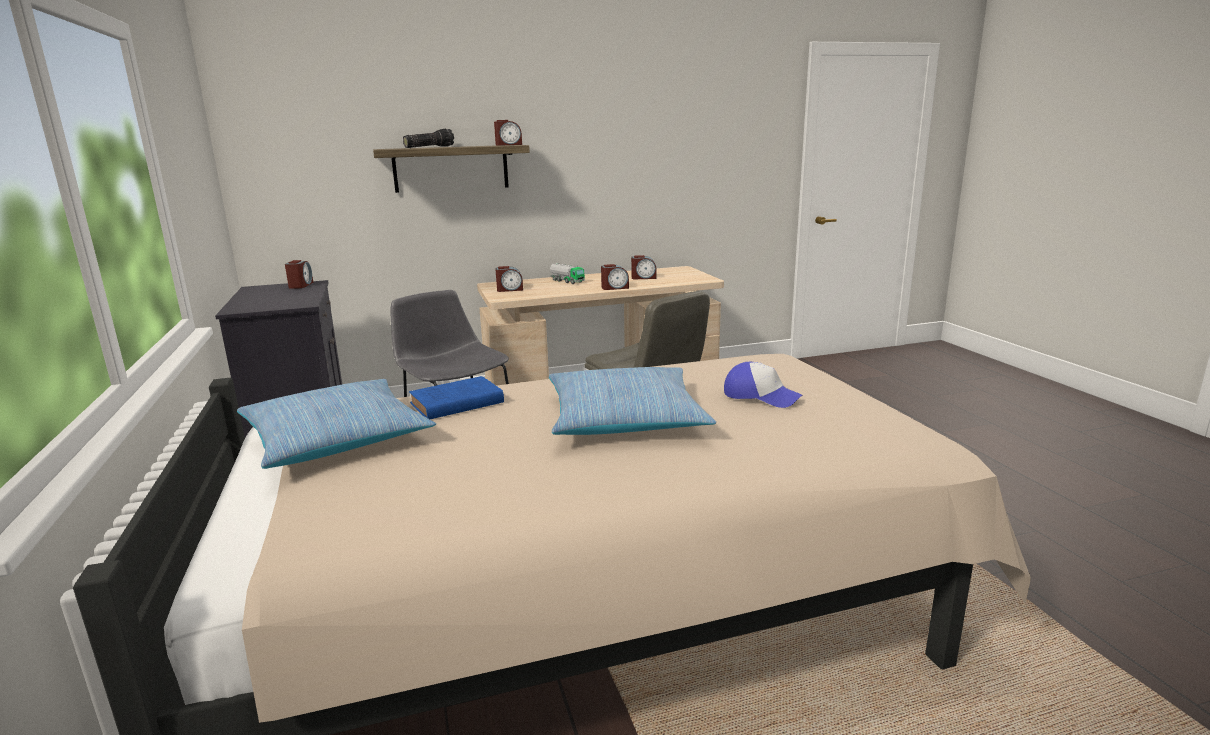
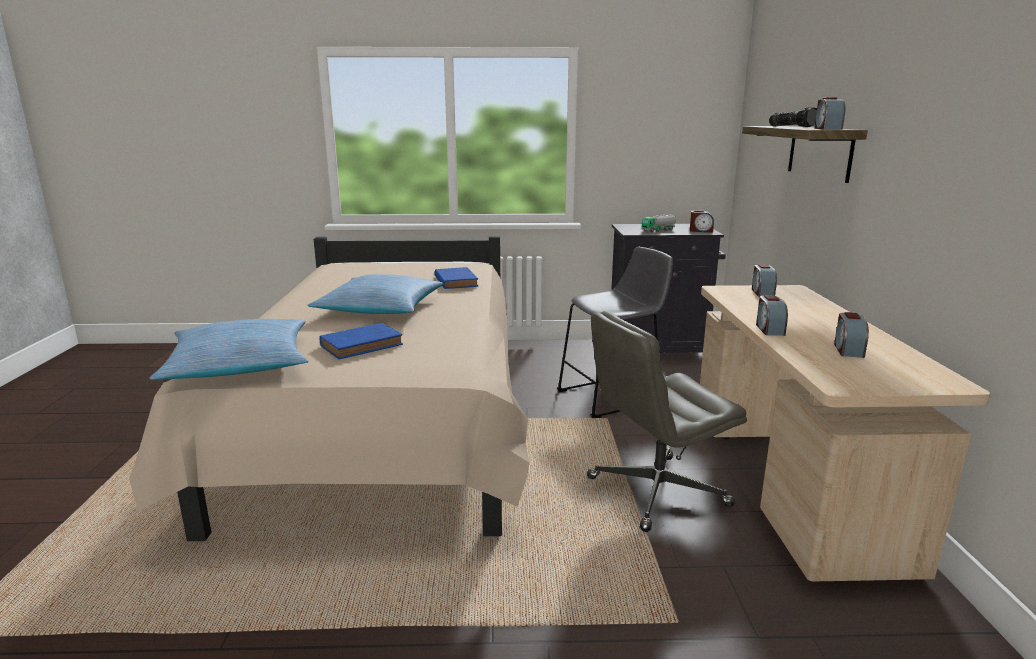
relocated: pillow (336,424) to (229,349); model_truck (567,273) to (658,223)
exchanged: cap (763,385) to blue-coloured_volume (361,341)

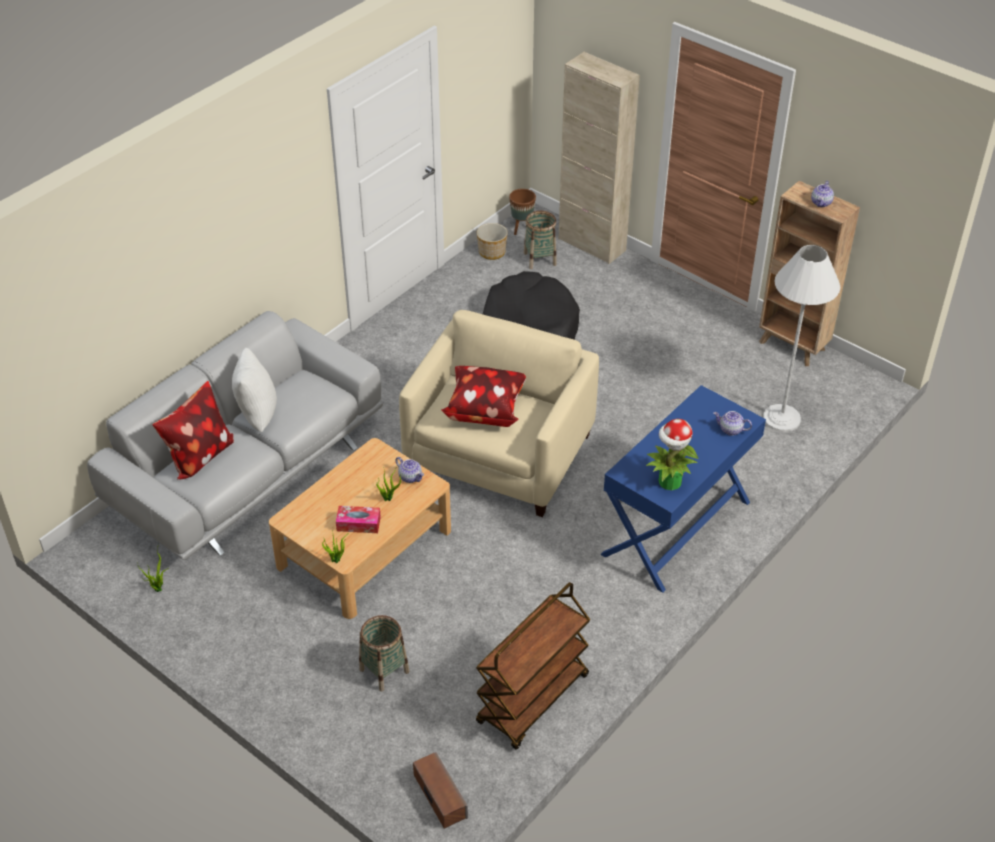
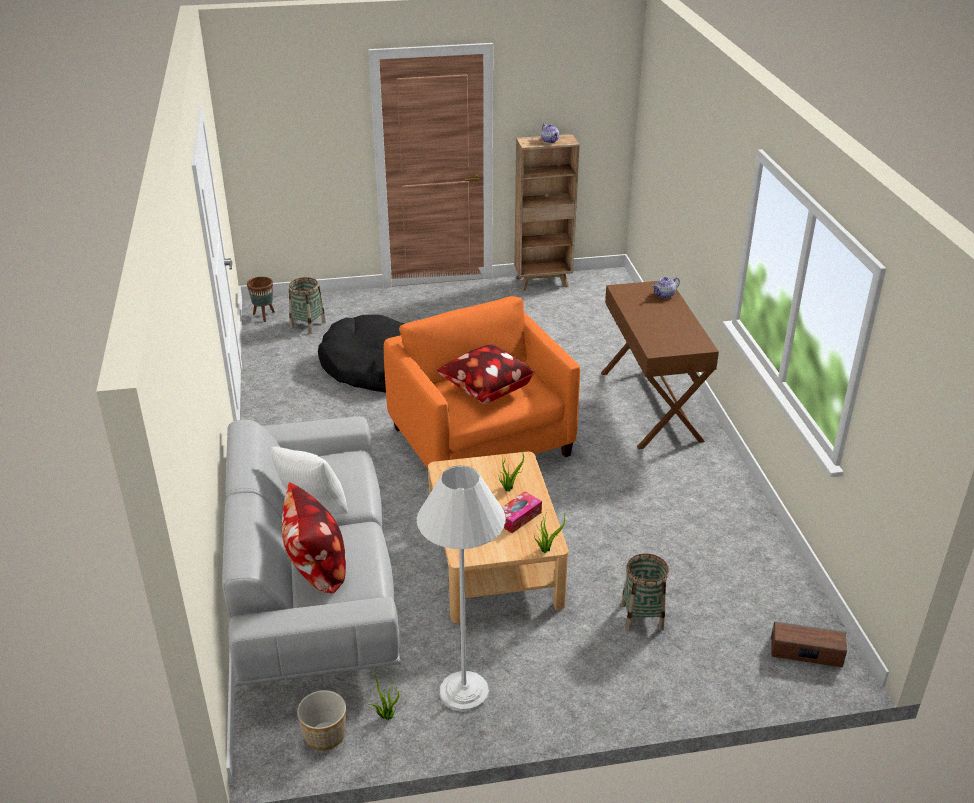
missing: teapot (409,470); brownish_wheeled_cart (533,666); sand-coloured_cupboard (599,158); plant_in_a_pot (672,454)
relocated: plant_pot (492,241) to (321,720); whitish_floor_lamp (801,338) to (461,588)
colour: sand-coloured_easy_chair (499,413) to orange-coloured_easy_chair (482,382); blue-coloured_narrow_table (683,489) to brownish_narrow_table (660,365)

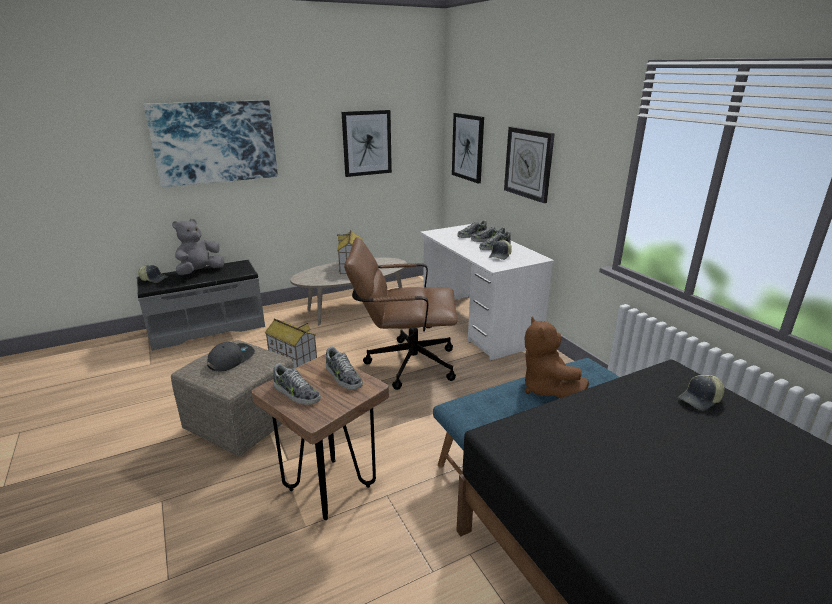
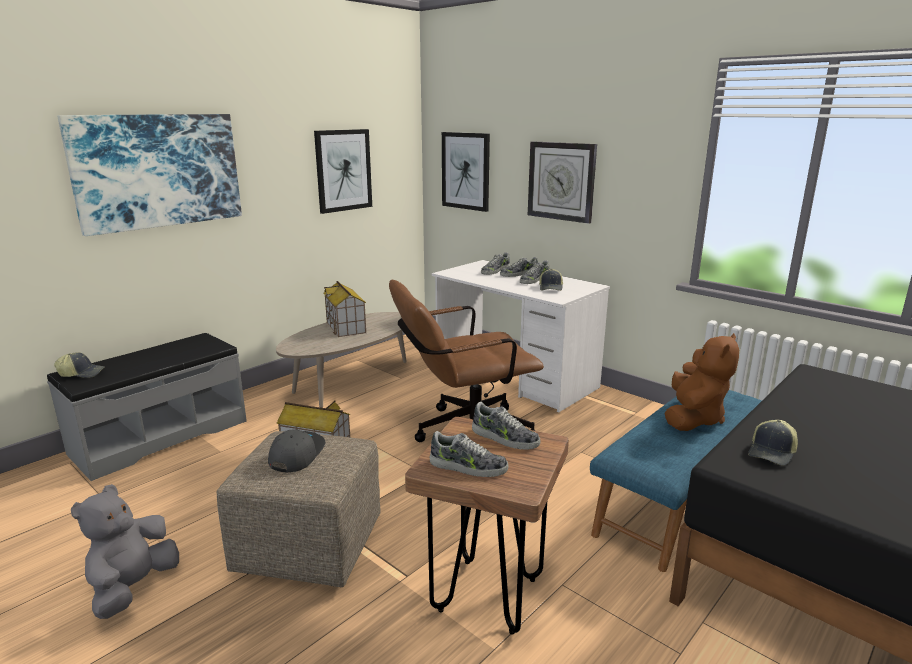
relocated: greyish_soft_toy (198,247) to (125,551); cap (701,392) to (773,443)
spun: brownish_soft_toy (557,357) = (702,382) 120 degrees counterclockwise

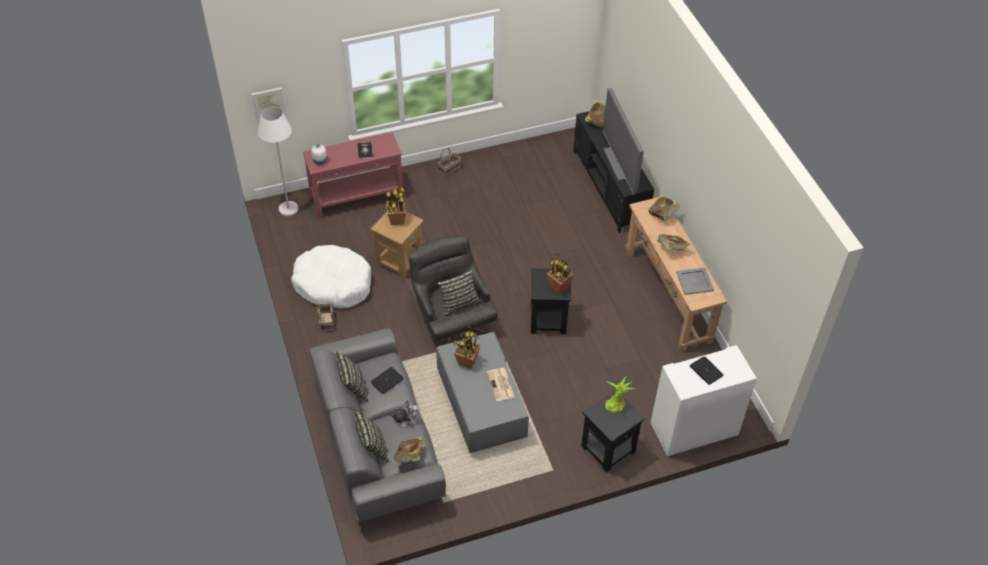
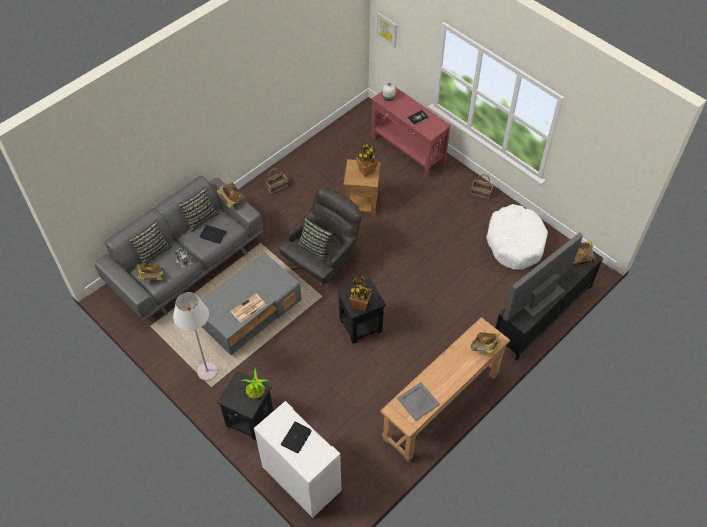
missing: plant_in_a_pot (467,347)
relocated: whitish_floor_lamp (278,161) to (195,336); whitish_pet_bed (331,276) to (517,237); volume (674,243) to (230,195)

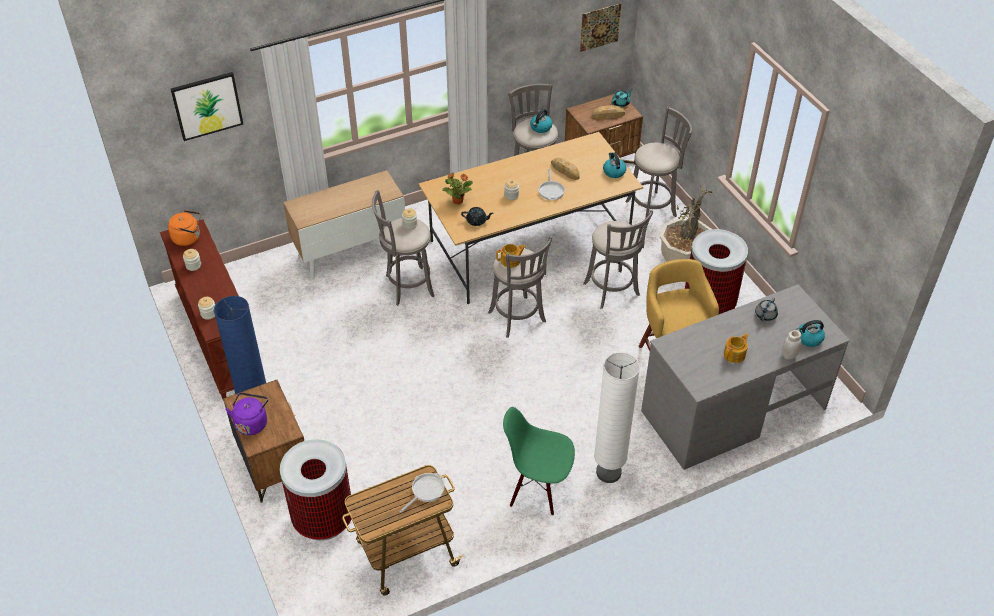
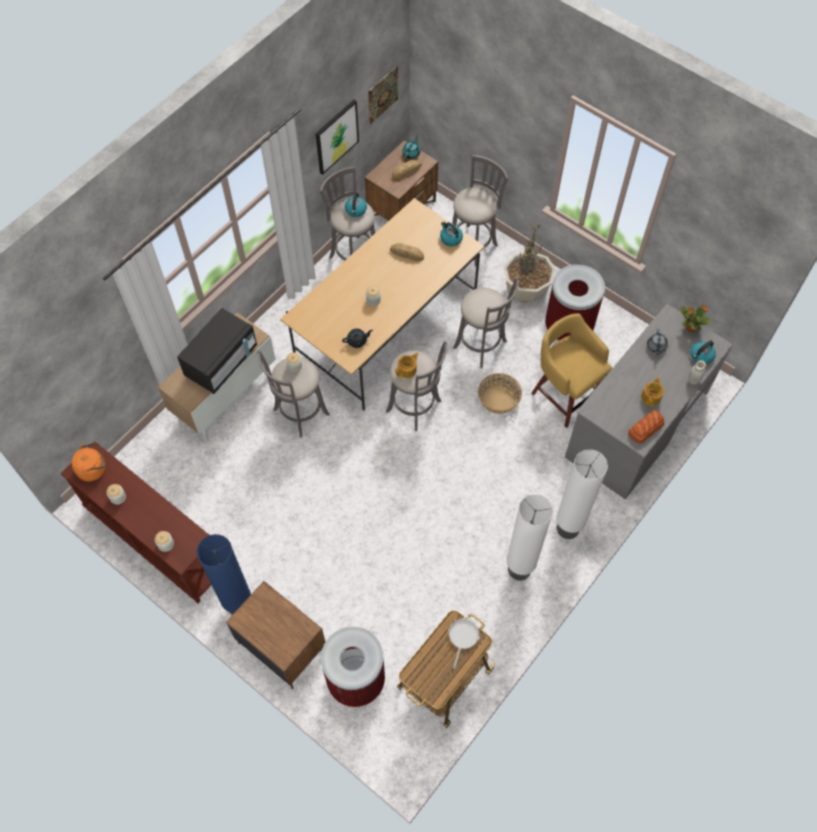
missing: purple_tea_kettle (246,414); frying_pan (552,184)
appeared: blackish_kitchen_microwave (217,351); basket (500,393); bread (646,426)
relocated: wall_art (207,106) to (337,137); plant_in_a_pot (457,188) to (696,318)
exchanged: green-coloured_plain_chair (539,461) to whitish_floor_lamp (530,537)

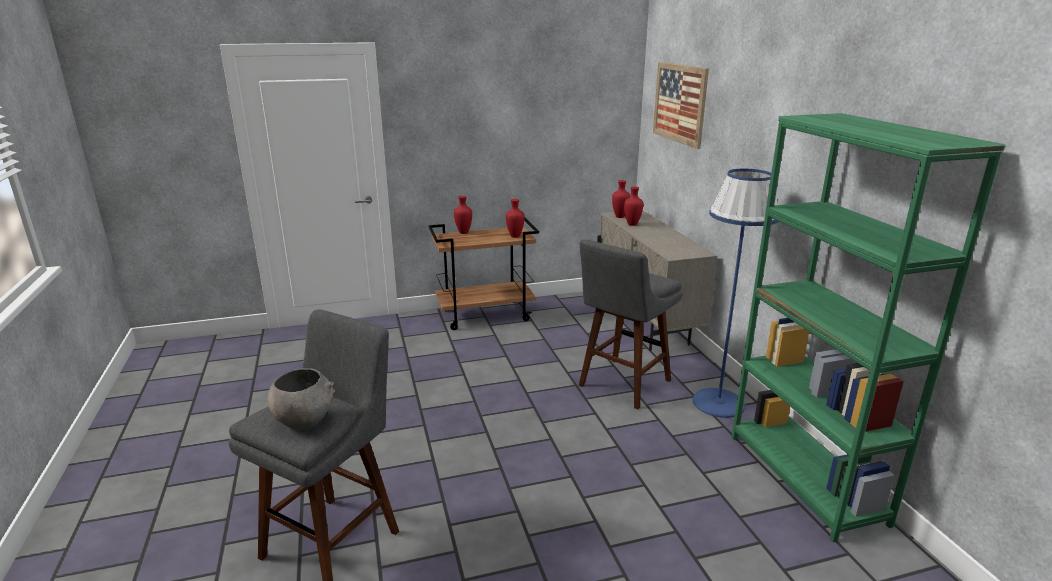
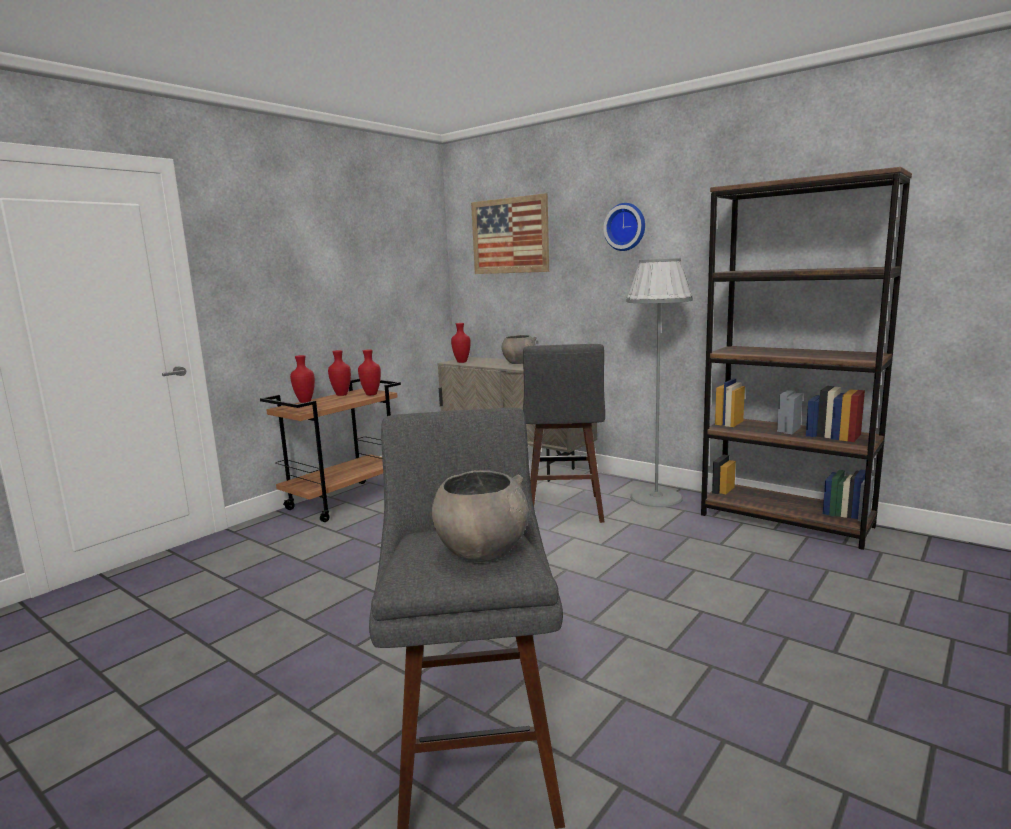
appeared: greyish_bowl (519,349); hanging_clock (624,227)
relocated: reddish_flower_vase (633,206) to (339,373)
colour: blue-coloured_floor_lamp (735,293) to greyish_floor_lamp (659,382); green-coloured_bookcase (869,327) to brownish_bookcase (806,358)

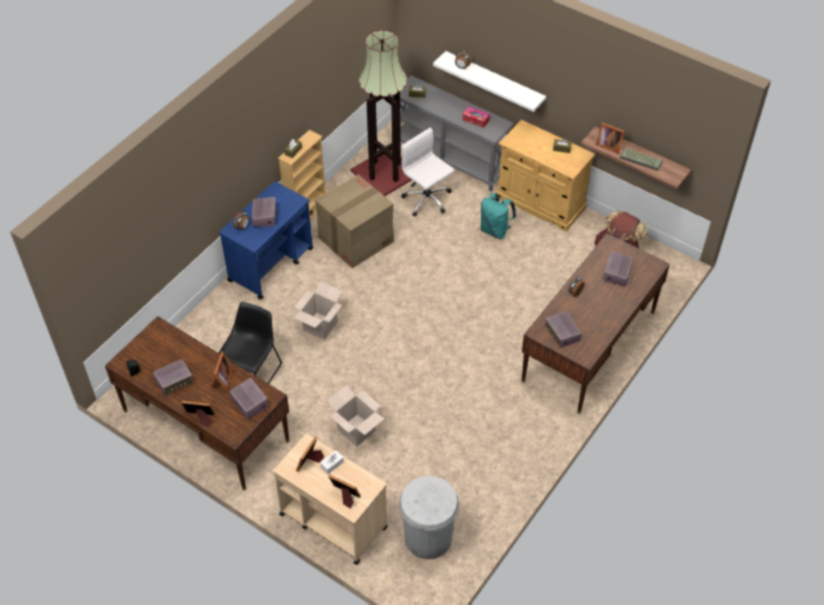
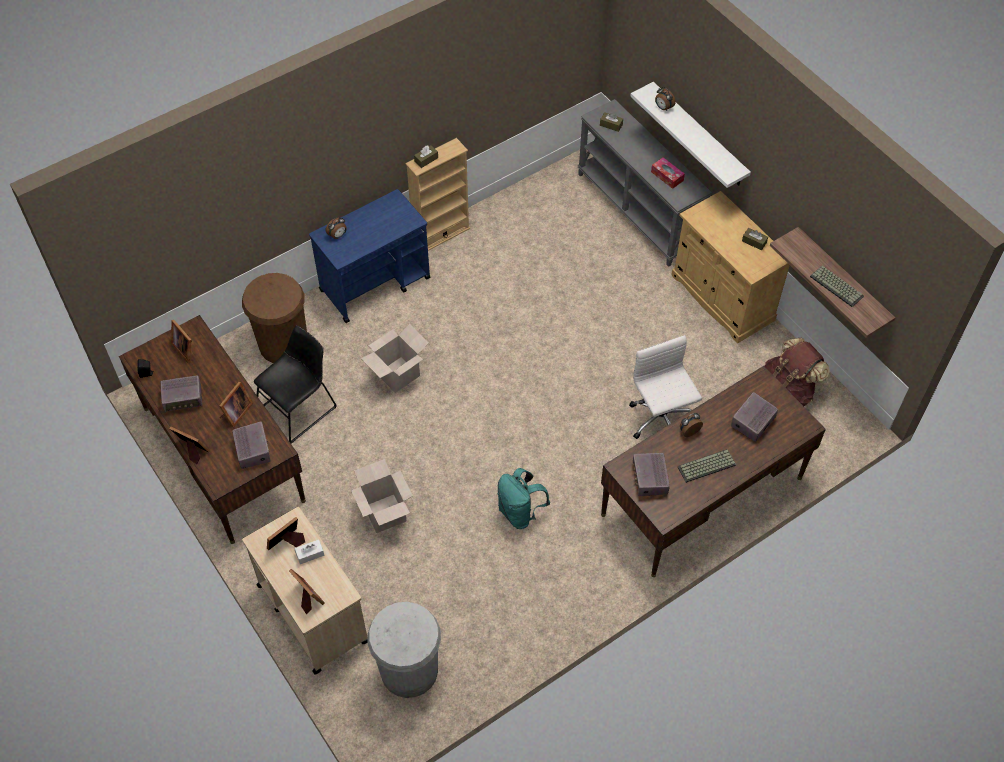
missing: radio_set (264,212); carton (354,221); floor_lamp (381,112)
appeared: brownish_waste_bin (274,318); PC_keyboard (707,466)
relocated: whitish_computer_chair (428,172) to (665,387); turquoise_backpack (498,216) to (524,498); picture_frame (610,138) to (181,341)

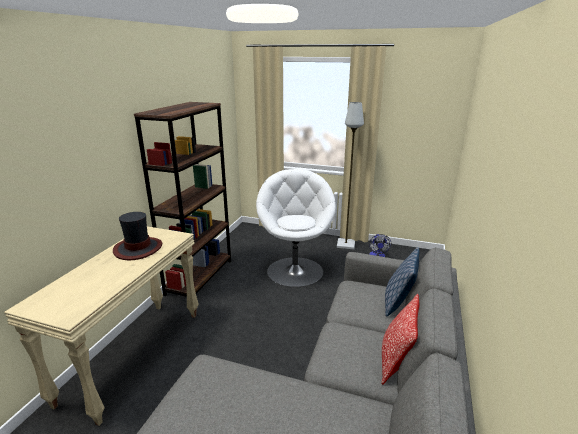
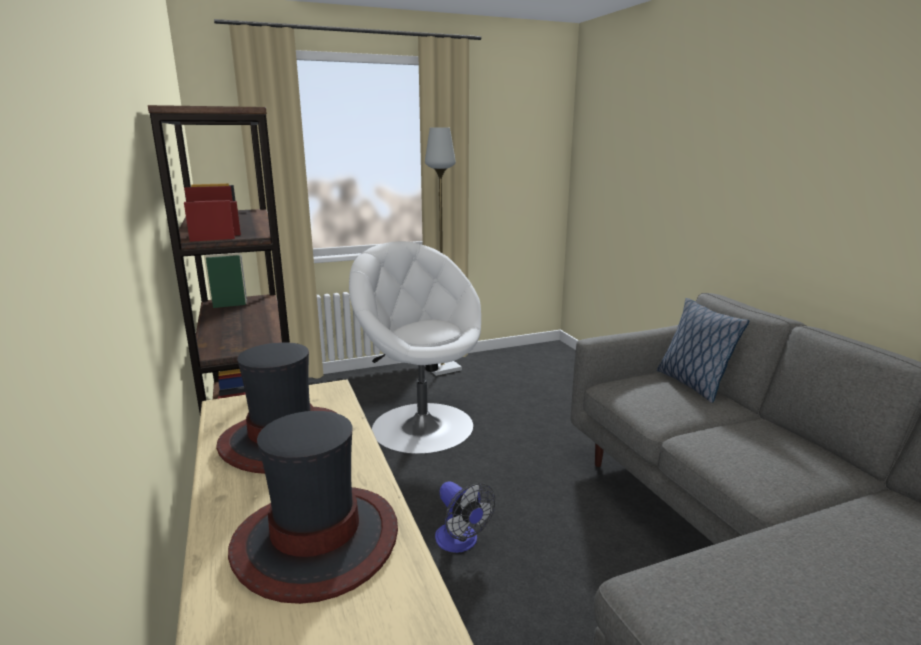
missing: pillow (400,339)
appeared: clothing_hat (313,507)
relocated: electric_fan (380,245) to (465,517)

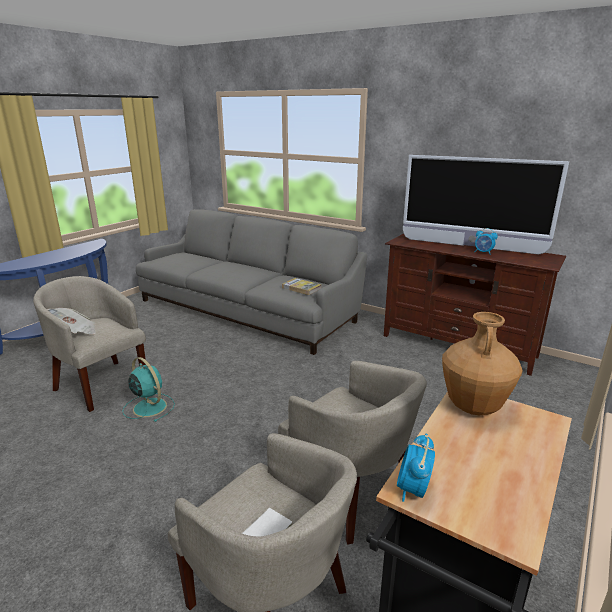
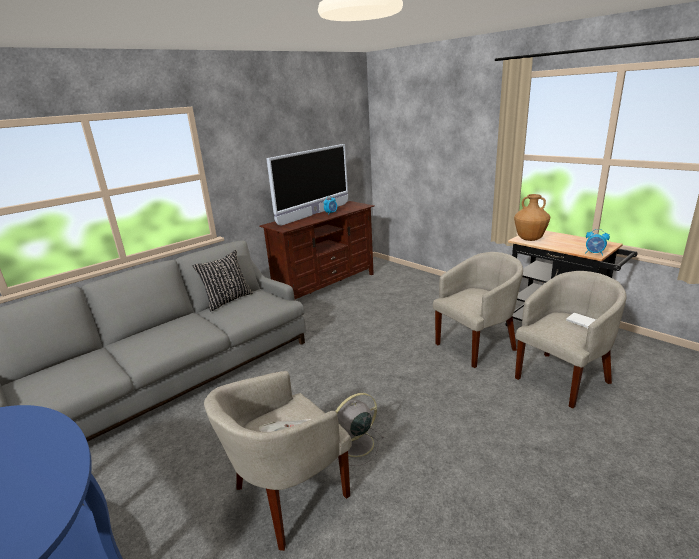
missing: volume (301,286)
appeared: blackish_pillow (223,281)
colour: turquoise_electric_fan (148,389) to greyish_electric_fan (360,429)

